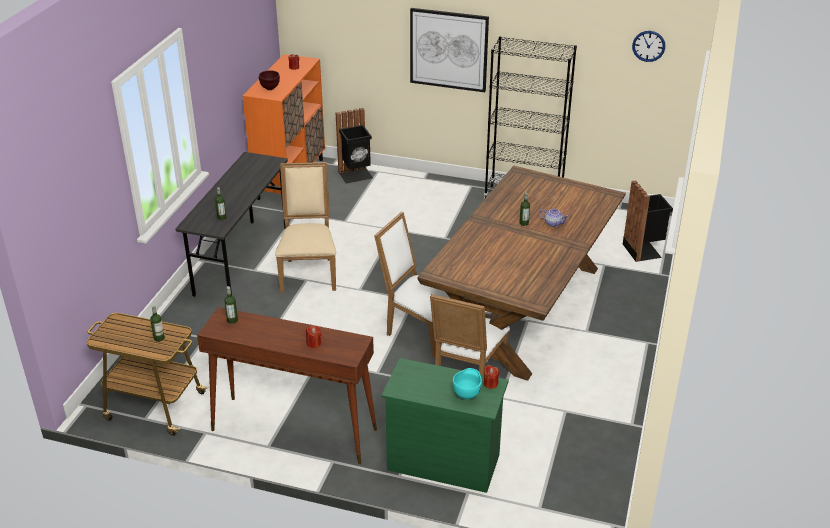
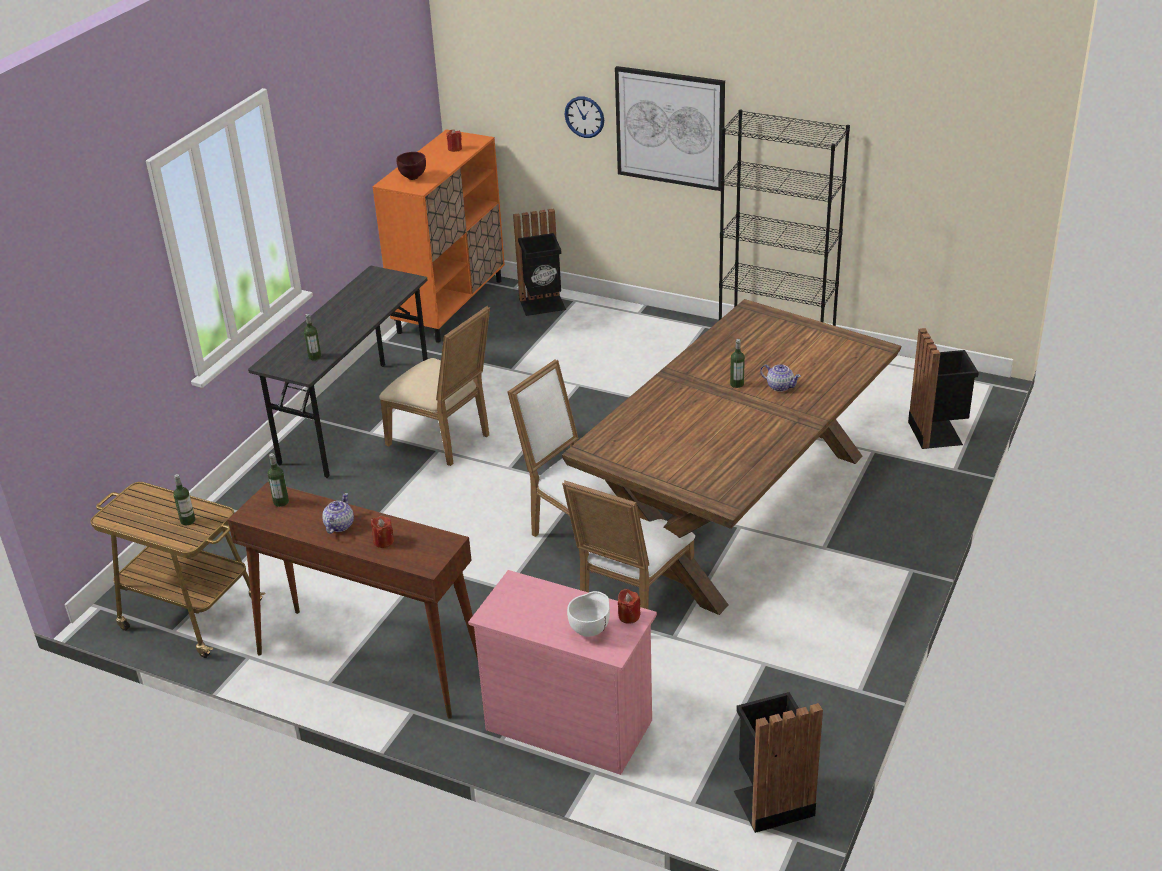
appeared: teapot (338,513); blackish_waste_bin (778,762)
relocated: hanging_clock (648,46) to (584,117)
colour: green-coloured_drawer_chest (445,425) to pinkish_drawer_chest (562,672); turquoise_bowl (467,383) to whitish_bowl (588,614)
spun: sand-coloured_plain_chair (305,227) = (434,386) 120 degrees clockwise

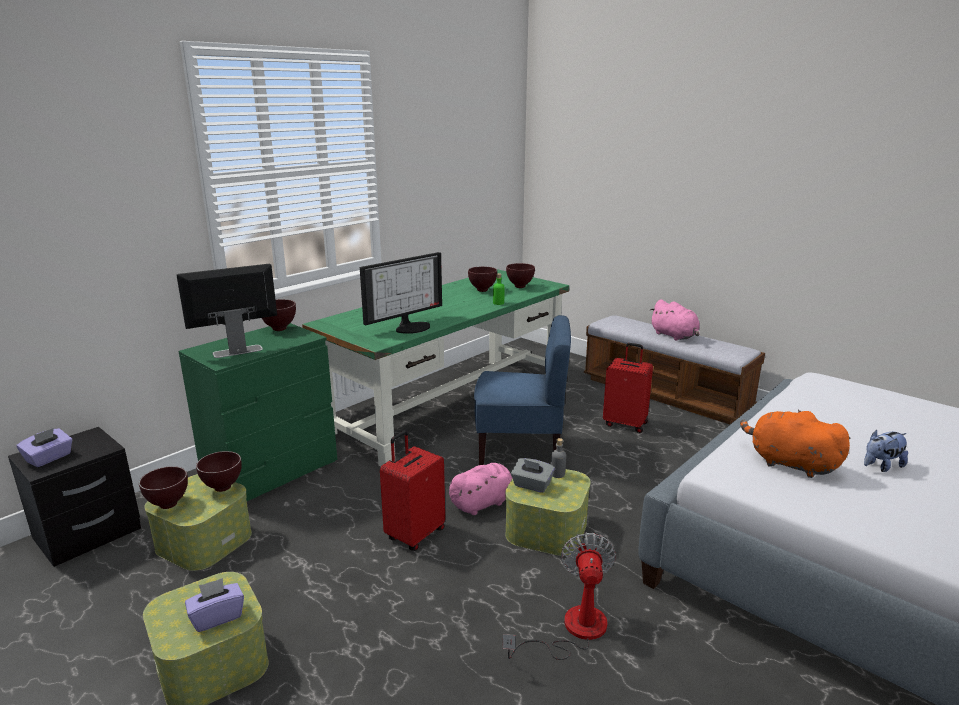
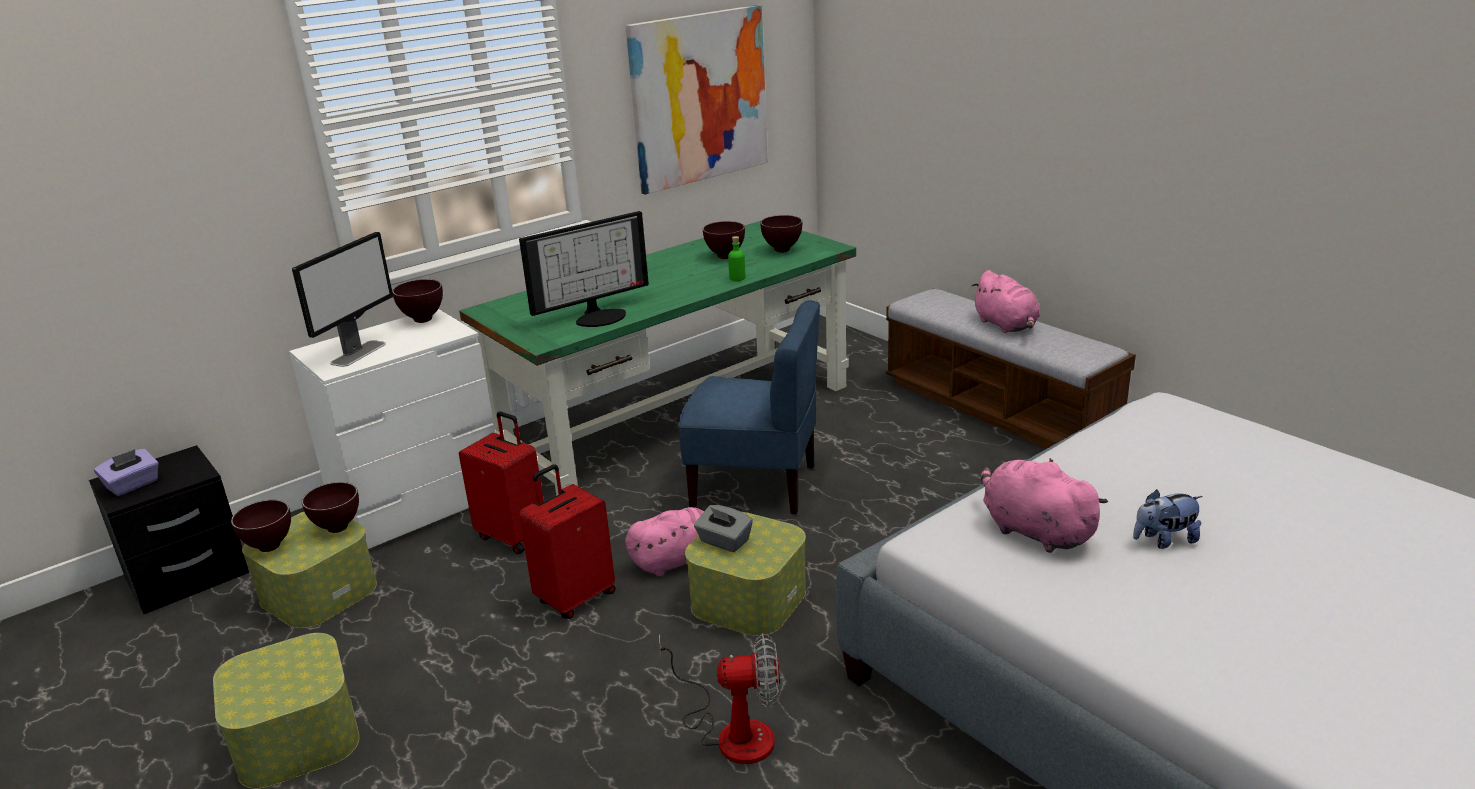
missing: purple_tissue_holder (214,605); greyish_beverage_bottle (558,458)
appeared: wall_art (697,100)
relocated: reddish_piece_of_luggage (628,388) to (501,482)
colour: green-coloured_drawer_chest (258,412) to whitish_drawer_chest (392,429); orange-coloured_soft_toy (795,444) to pinkish_soft_toy (1044,505)
spun: monitor (226,311) = (342,299) 135 degrees clockwise; electric_fan (559,596) = (719,698) 75 degrees clockwise

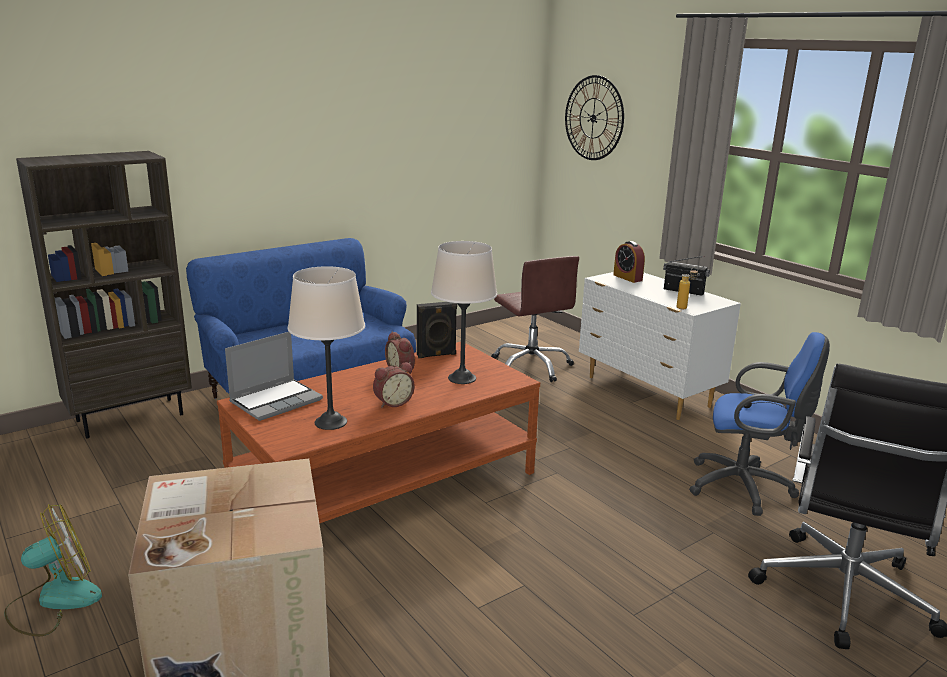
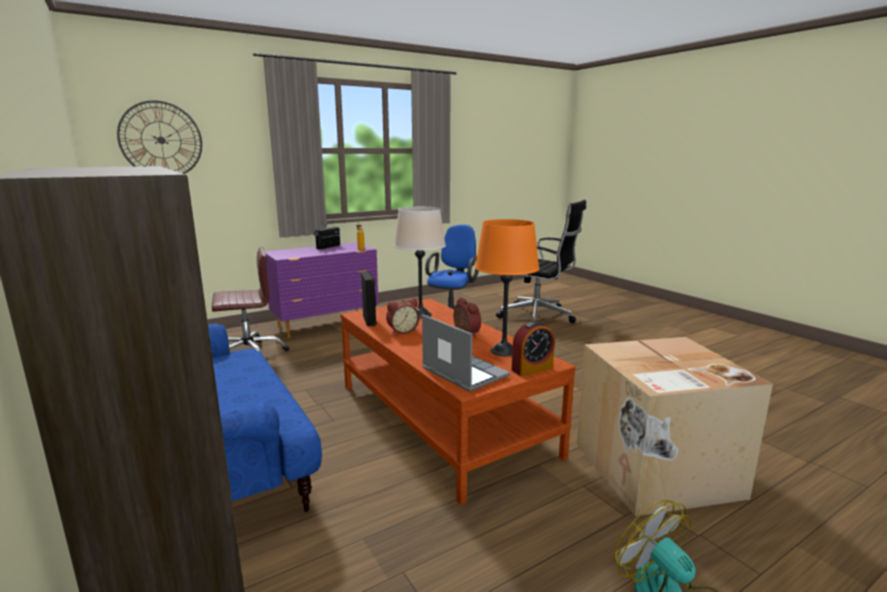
relocated: bedside_clock (629,262) to (533,348)
colour: sand-coloured_tabletop_lamp (326,348) to orange-coloured_tabletop_lamp (507,287); whitish_drawer_chest (660,346) to purple_drawer_chest (322,290)

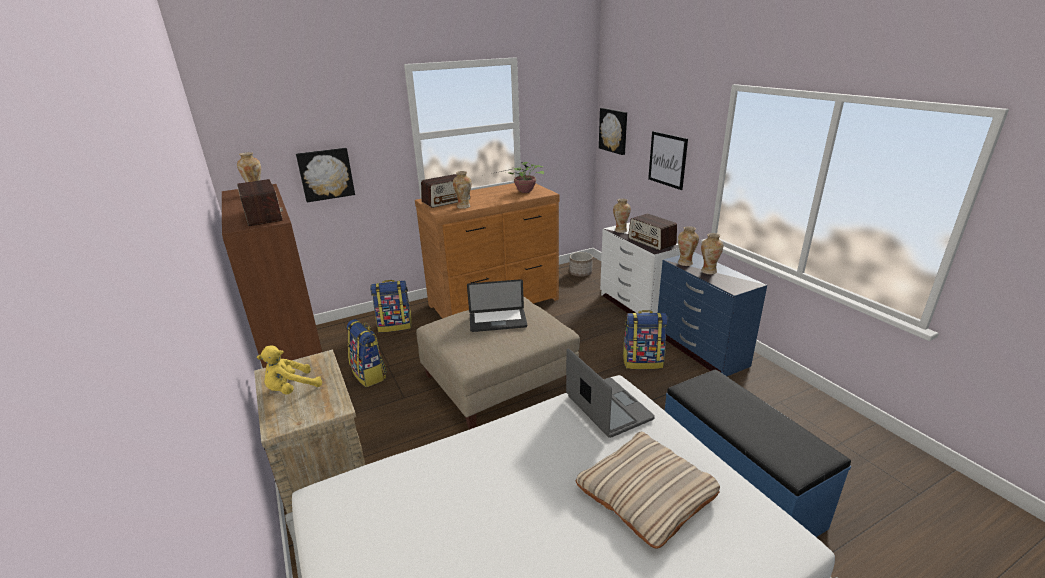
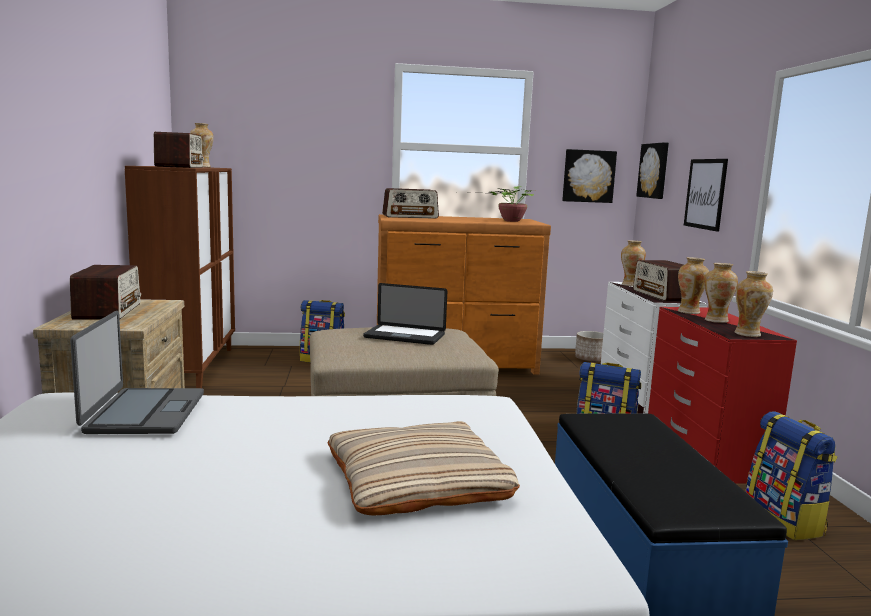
relocated: wall_art (325,175) to (589,176); backpack (367,353) to (791,475); flower_vase (462,190) to (753,304); notebook_computer (610,393) to (137,372)
exchanged: yellow_soft_toy (289,370) to radio_set (105,292)
colour: blue-coloured_drawer_chest (712,314) to reddish_drawer_chest (722,395)

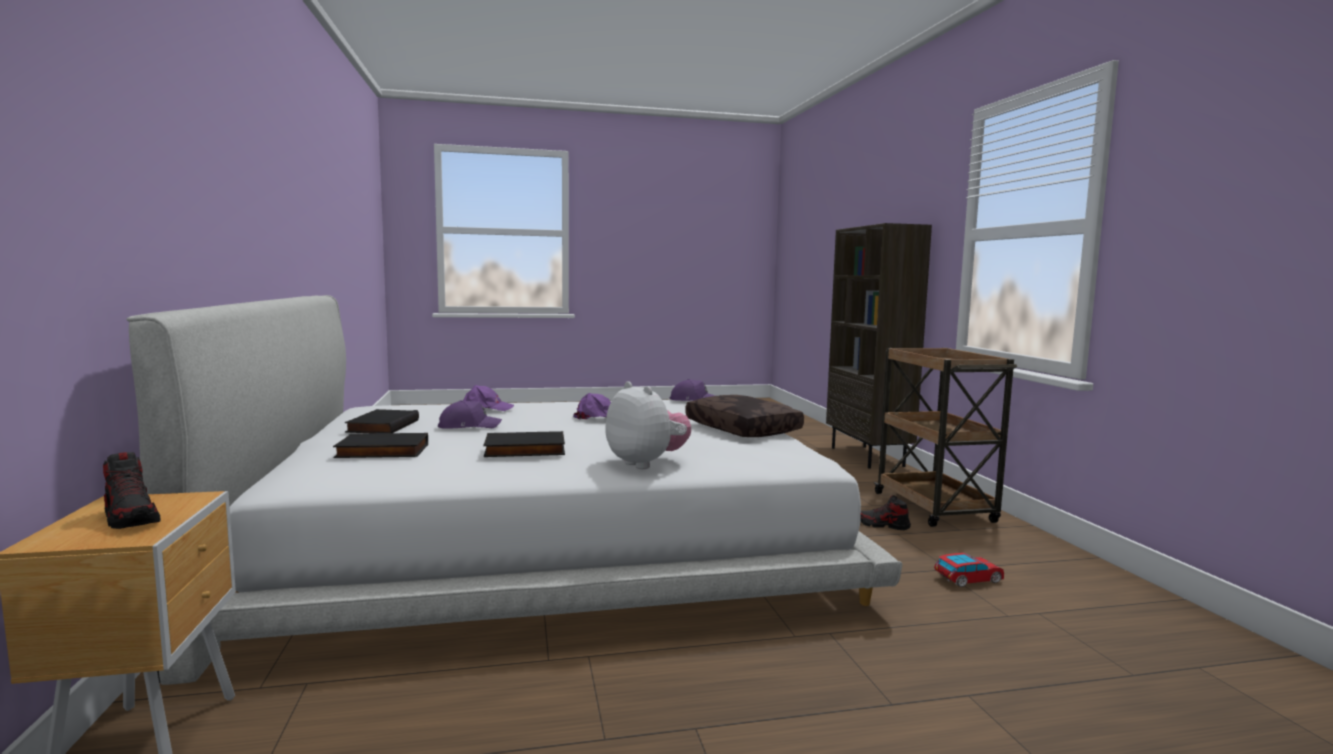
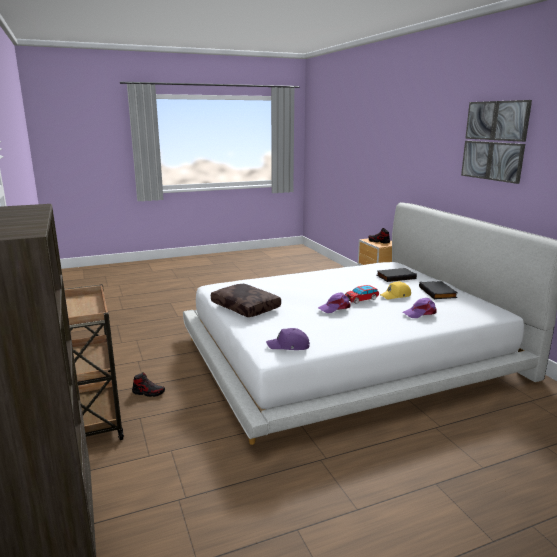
missing: blackish_volume (524,444); soft_toy (648,425)
appeared: wall_art (496,142)
relocated: miniature_car (969,570) to (362,294)
colour: purple_cap (470,414) to yellow_cap (395,290)

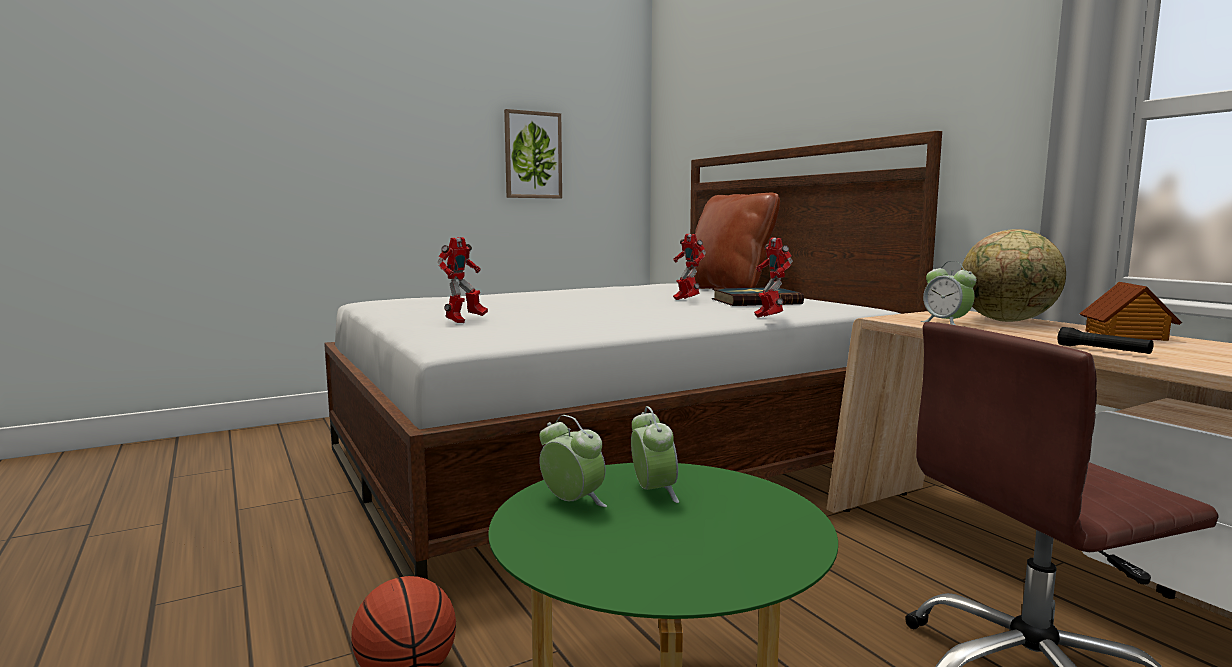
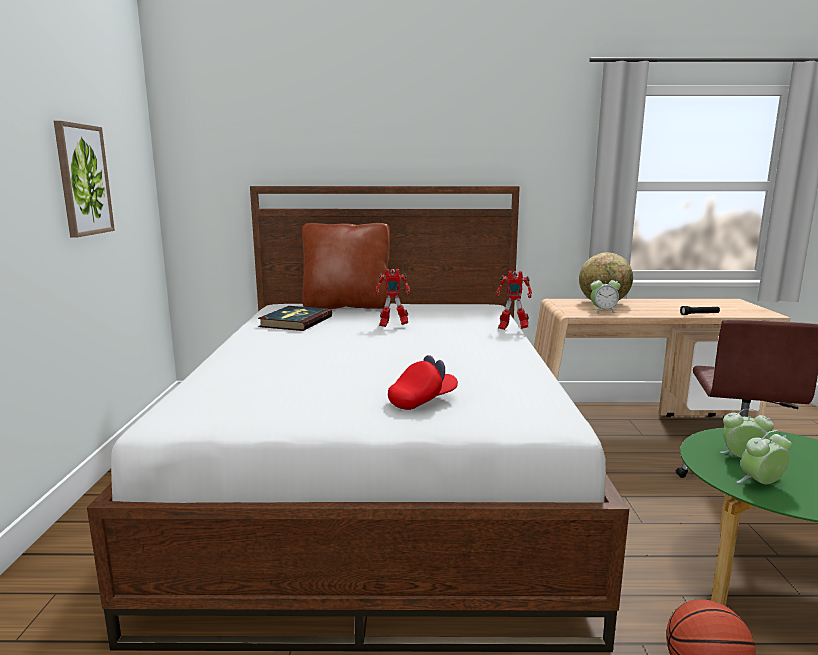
missing: miniature_house (1130,311)
relocated: volume (758,297) to (295,318)
exchanged: model_robot (463,280) to reddish_cap (423,382)

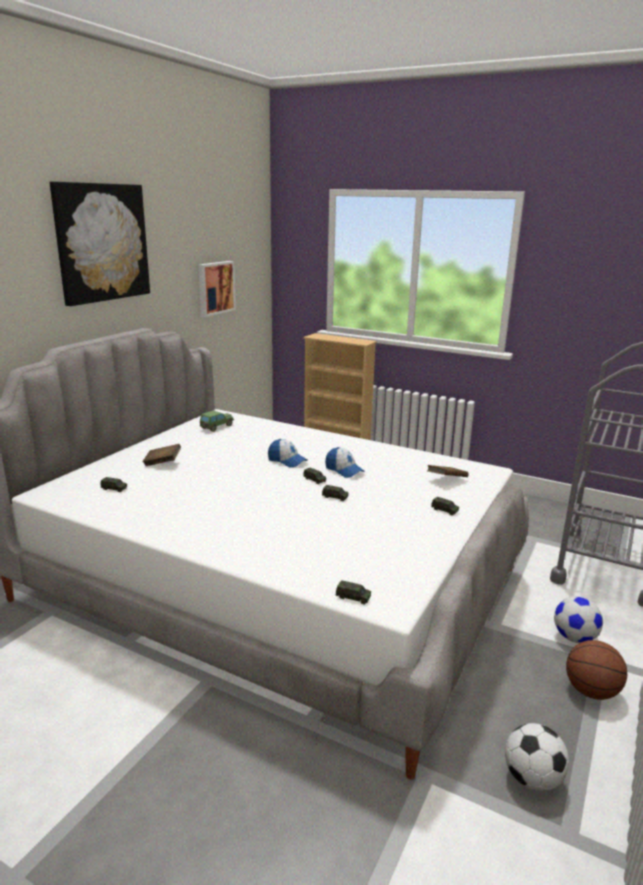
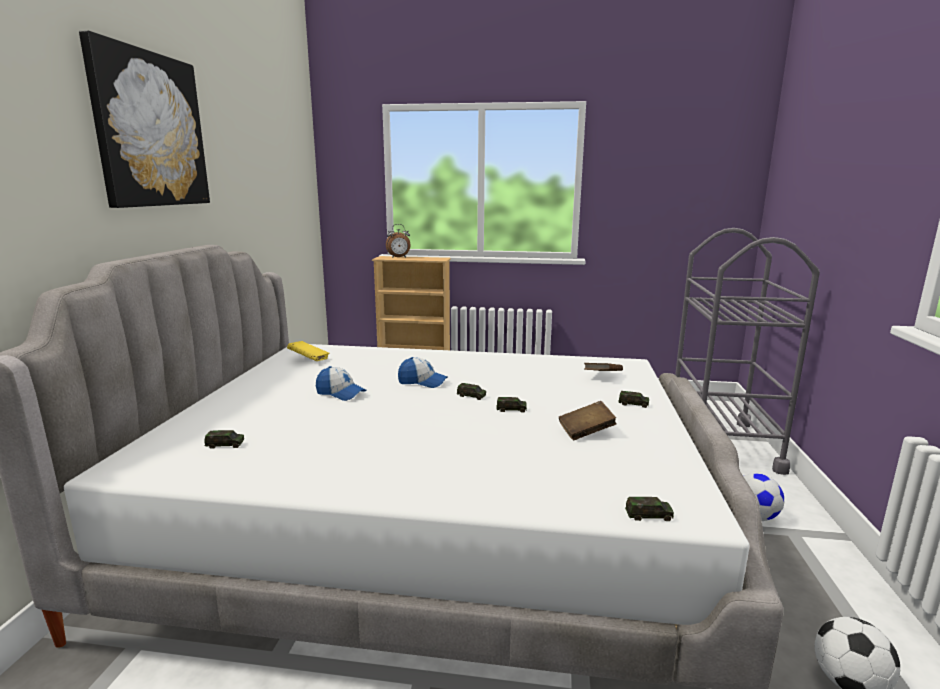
missing: wall_art (217,289); ball_for_basketball (596,670)
appeared: bedside_clock (398,241)
relocated: brownish_volume (162,455) to (588,420); cap (345,462) to (341,383)
exchanged: miniature_car (217,421) to yellow_volume (308,351)

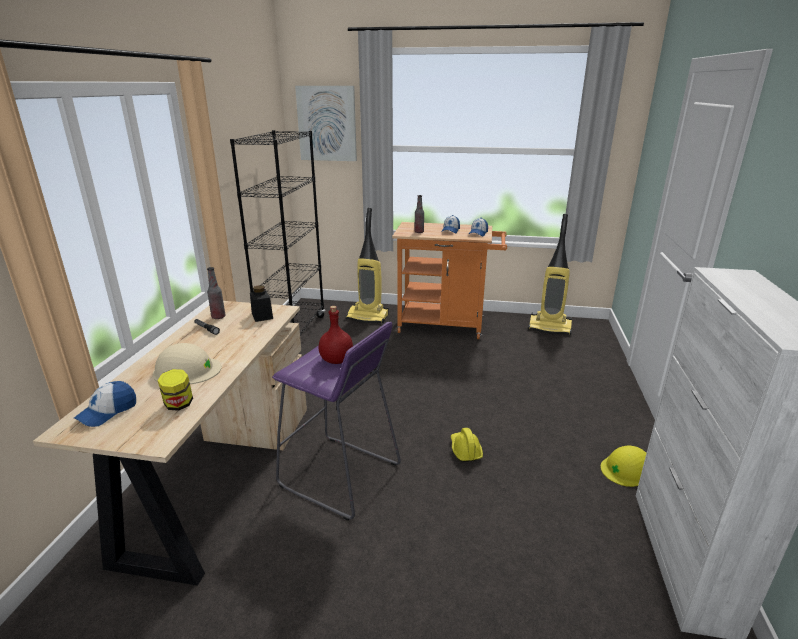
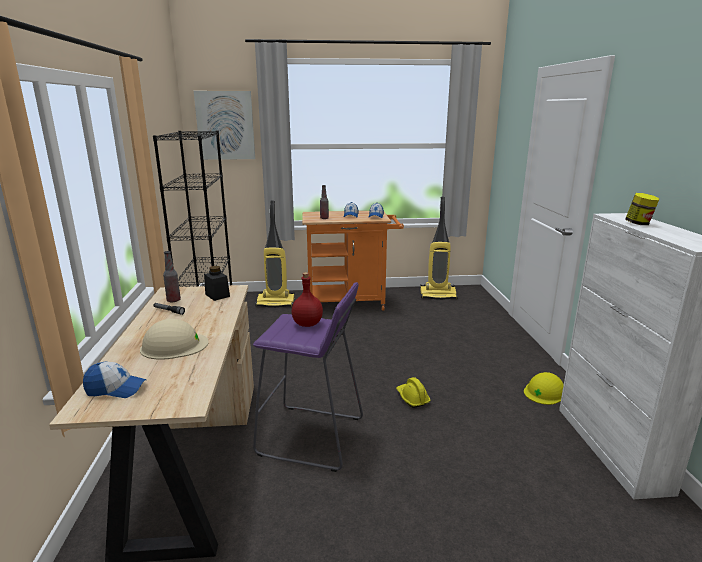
relocated: jar (175,390) to (642,209)
spun: cap (105,404) = (115,380) 105 degrees counterclockwise

